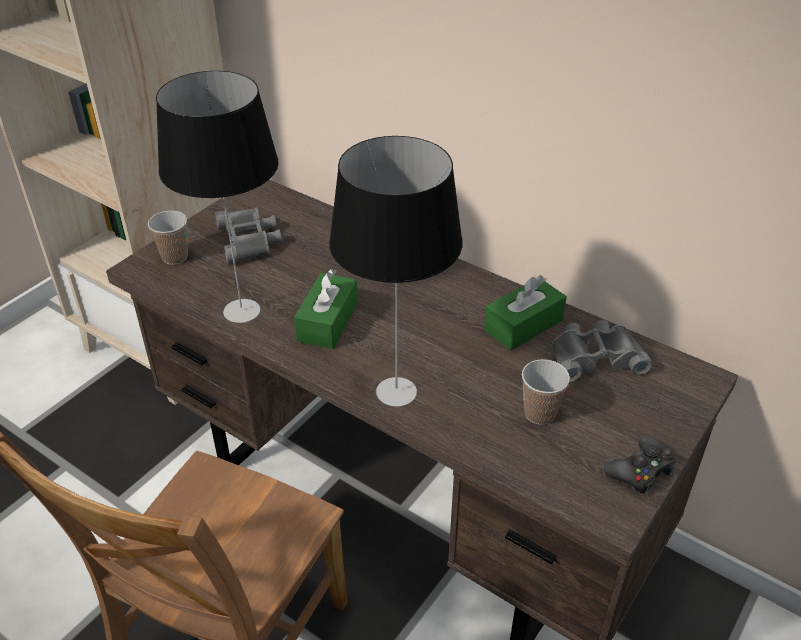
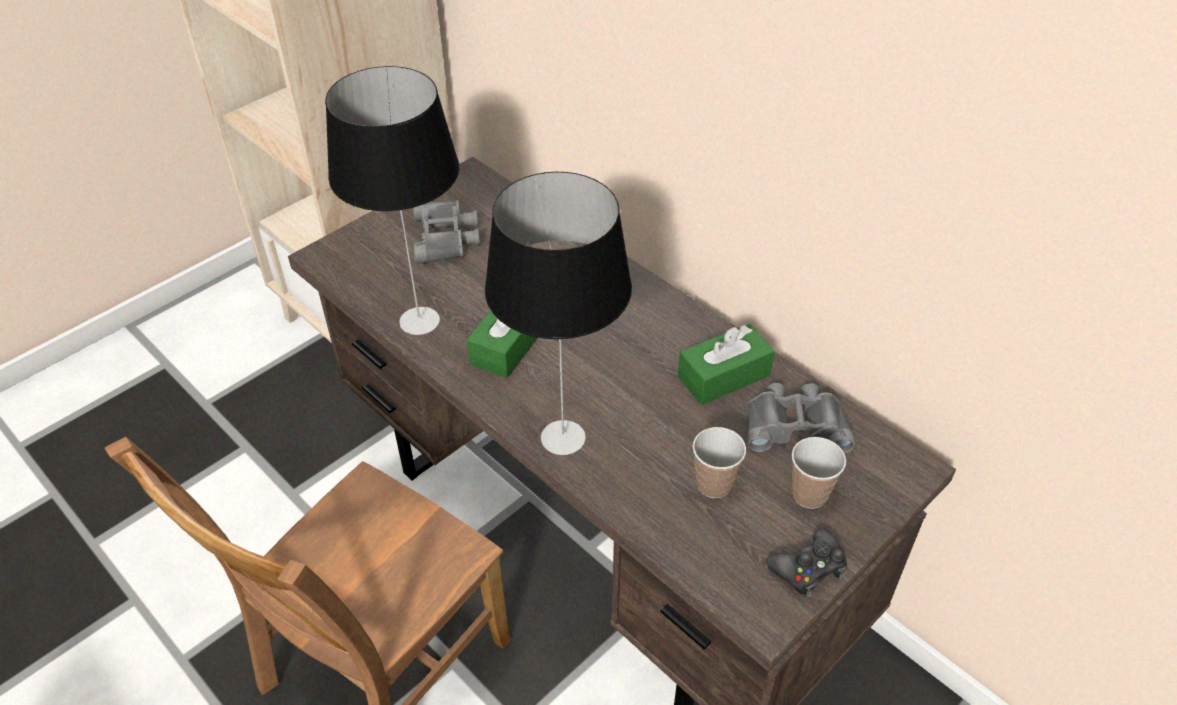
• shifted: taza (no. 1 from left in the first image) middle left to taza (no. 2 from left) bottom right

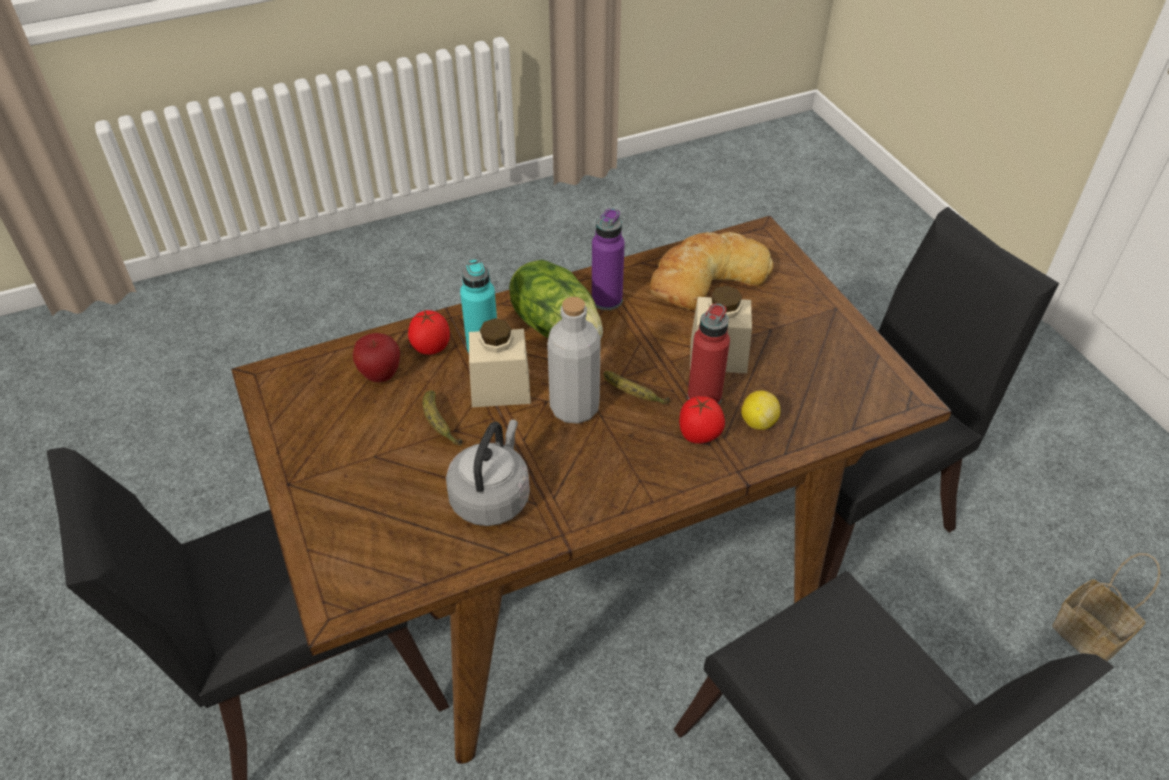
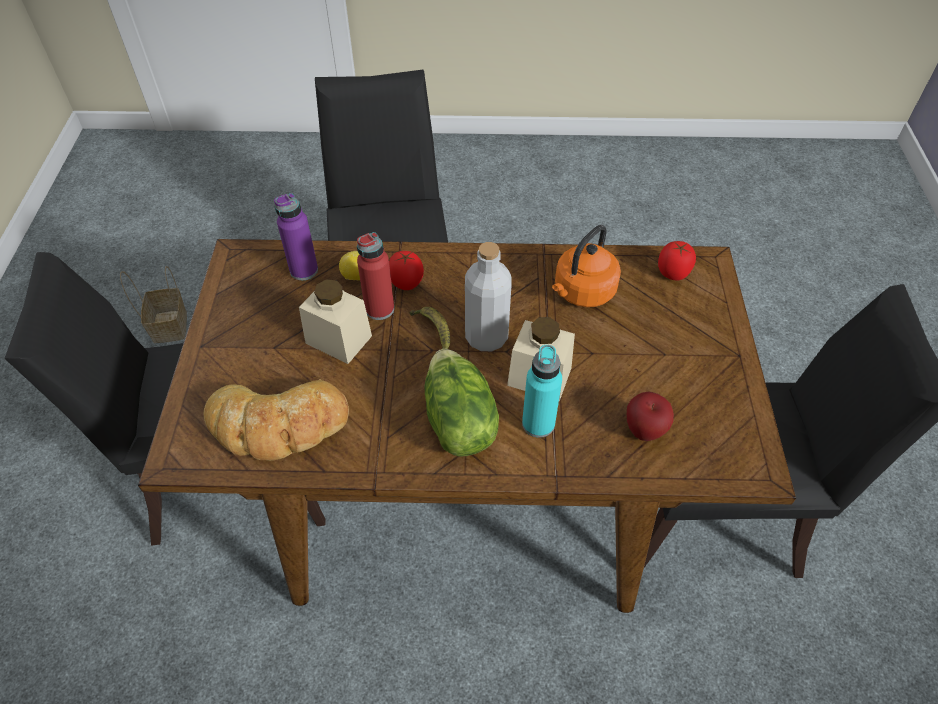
• gone: plátano (no. 1 from left) centre
• shifted: tomate (no. 1 from left in the first image) centre to tomate (no. 2 from left) middle right
• shifted: botella [morado] top centre to middle left
• repainted: hervidor [gris] centre to hervidor [naranja] centre

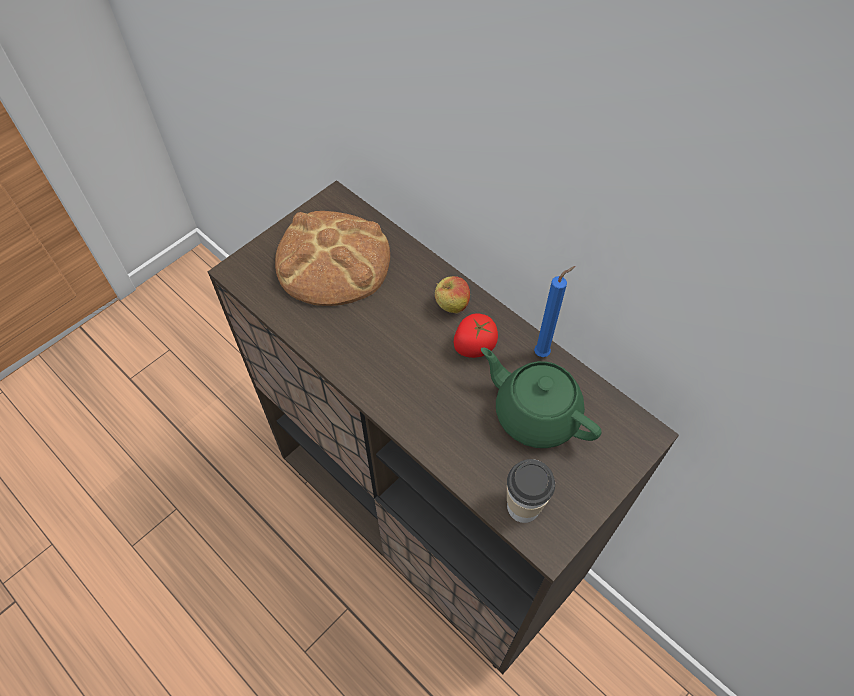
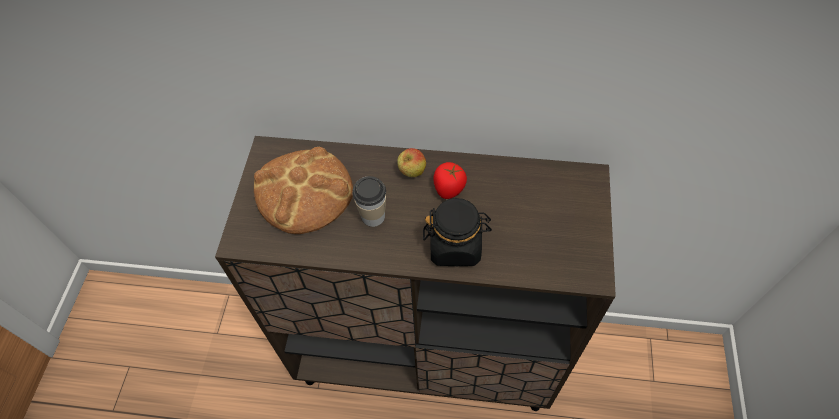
• gone: tetera [verde] centre
• gone: vela [azul] centre
• new: tarro [negro] centre
• shifted: taza bottom centre to centre

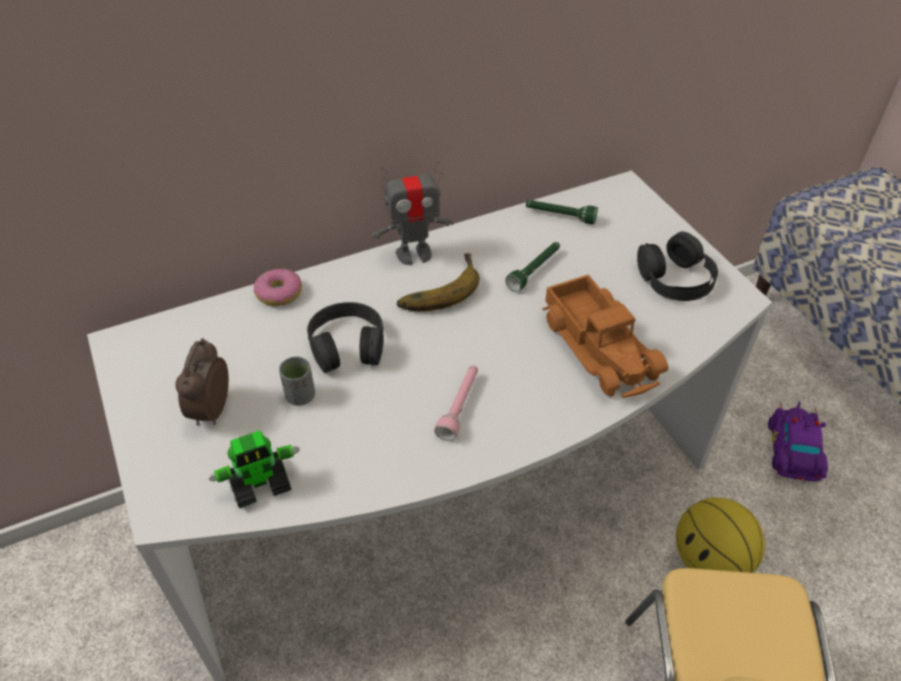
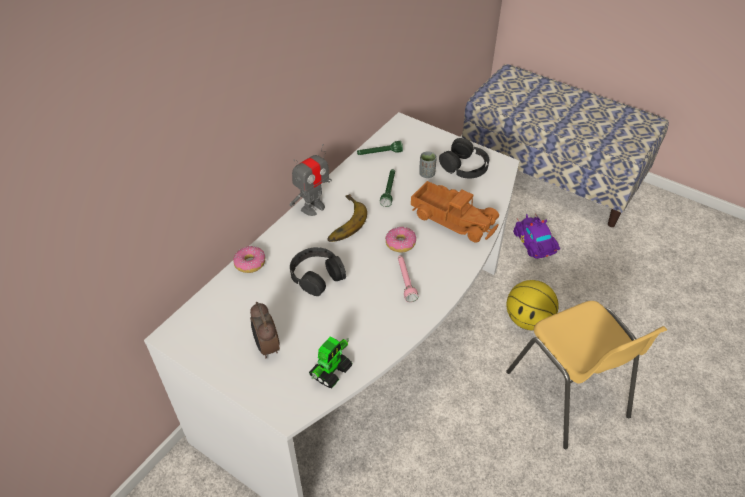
• new: rosquilla (no. 2 from left) centre
• shifted: taza [gris] middle left to top centre

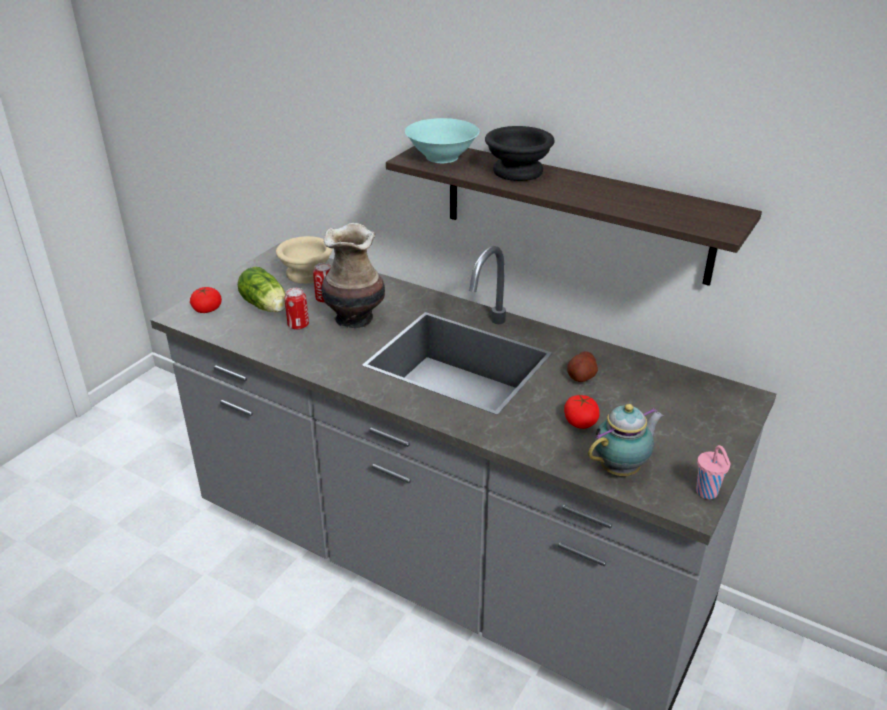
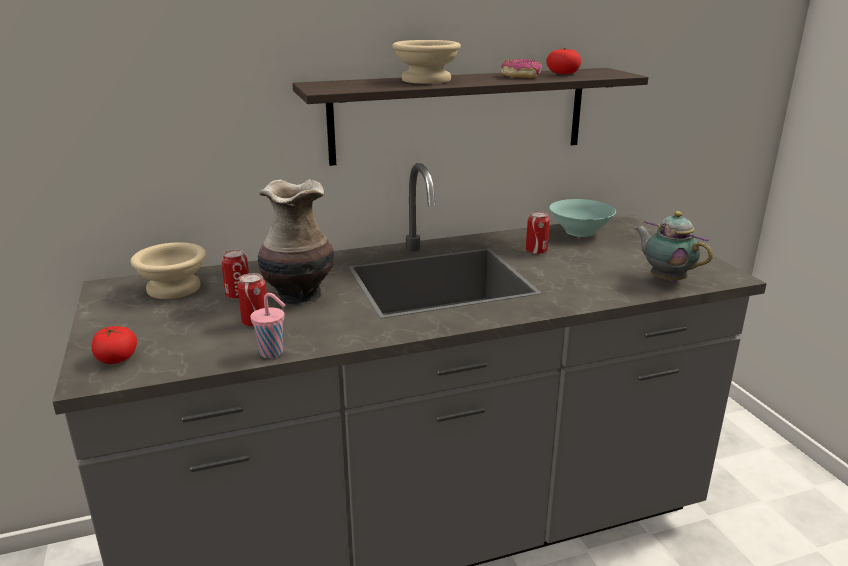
• gone: lechuga middle left
• new: rosquilla top centre
• shifted: cuenco [turquesa] top centre to middle right
• shifted: tomate (no. 2 from left) centre to top centre
• shifted: taza [rosa] middle right to middle left
• swapped: patata centre to lata (no. 3 from left) centre
• repainted: cuenco [negro] top centre to cuenco [beis] (no. 2 from left) top centre
• rotated: tetera middle right = middle right 45 degrees counterclockwise

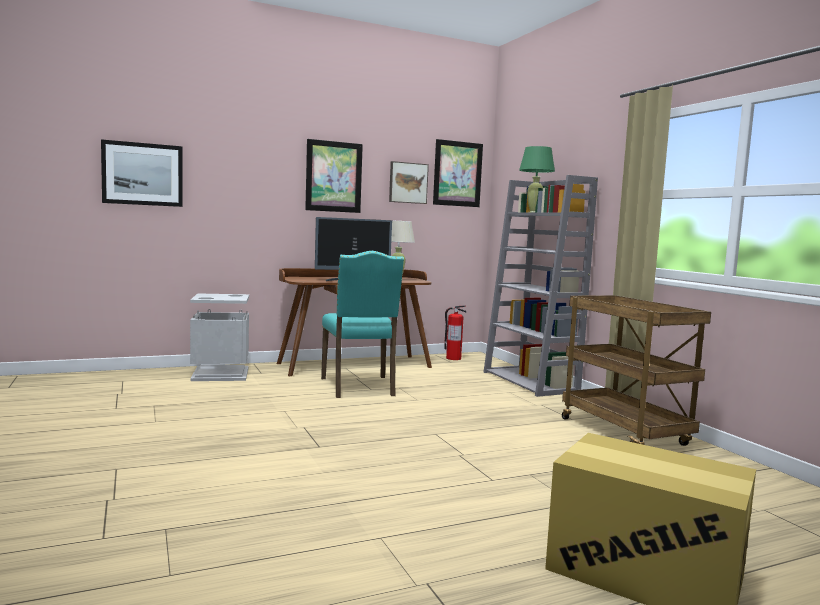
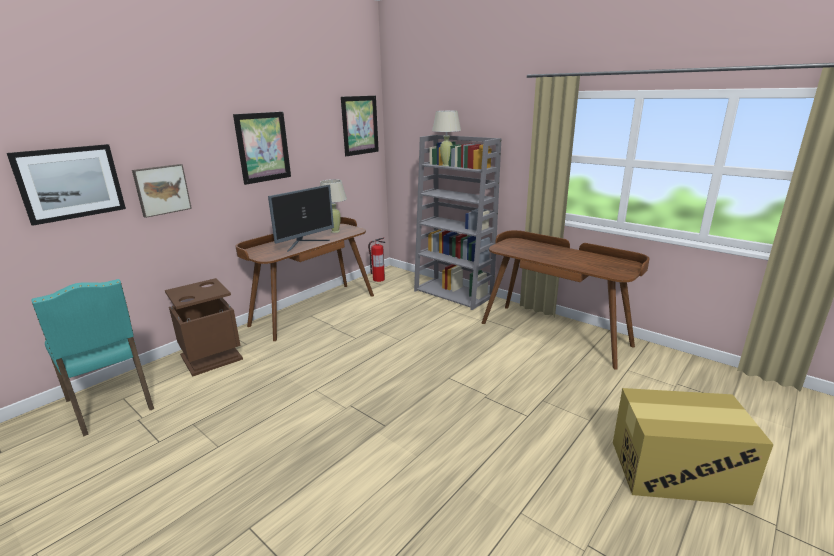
• shifted: silla [turquesa] centre to middle left
• shifted: cuadro (no. 3 from left in the first image) top centre to cuadro (no. 2 from left) middle left
• swapped: carrito [marrón] middle right to escritorio [marrón] (no. 2 from left) middle right
• repainted: papelera [gris] middle left to papelera [marrón] middle left
• repainted: lámpara de mesa [verde] top centre to lámpara de mesa [beis] (no. 2 from left) top centre

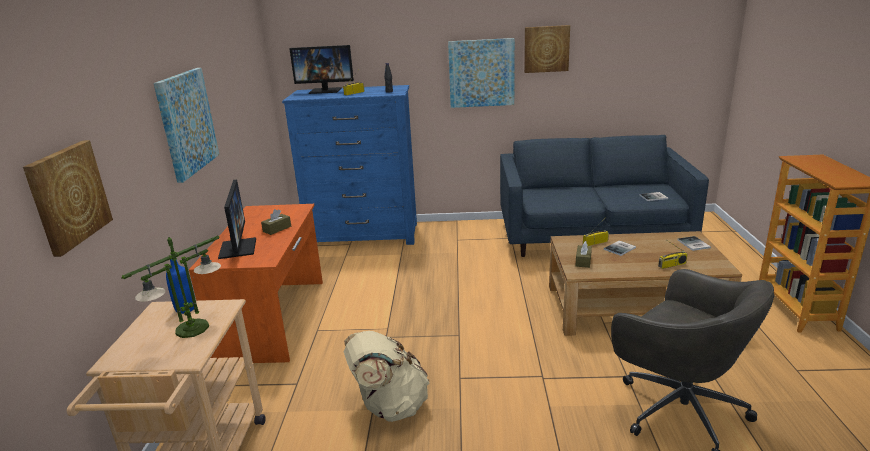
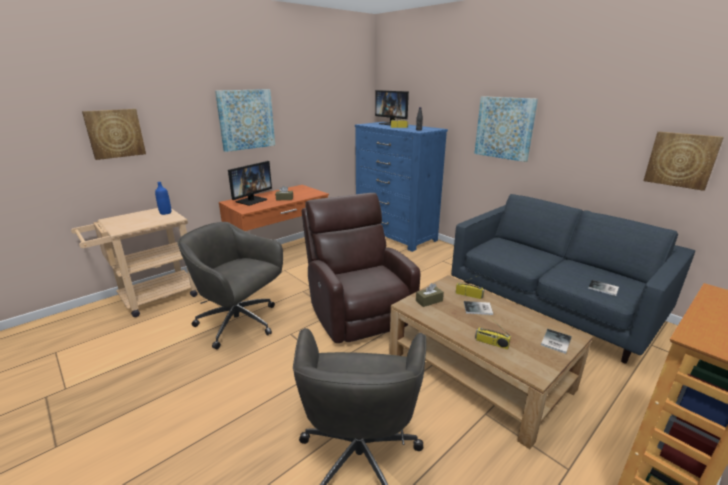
• gone: lámpara de mesa middle left
• new: sillón [marrón] centre
• shifted: cuadro (no. 4 from left) top centre to top right
• swapped: mochila [beis] bottom centre to silla de oficina [gris] (no. 1 from left) middle left

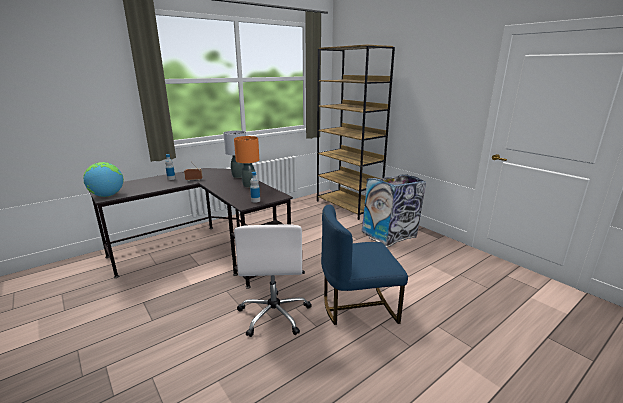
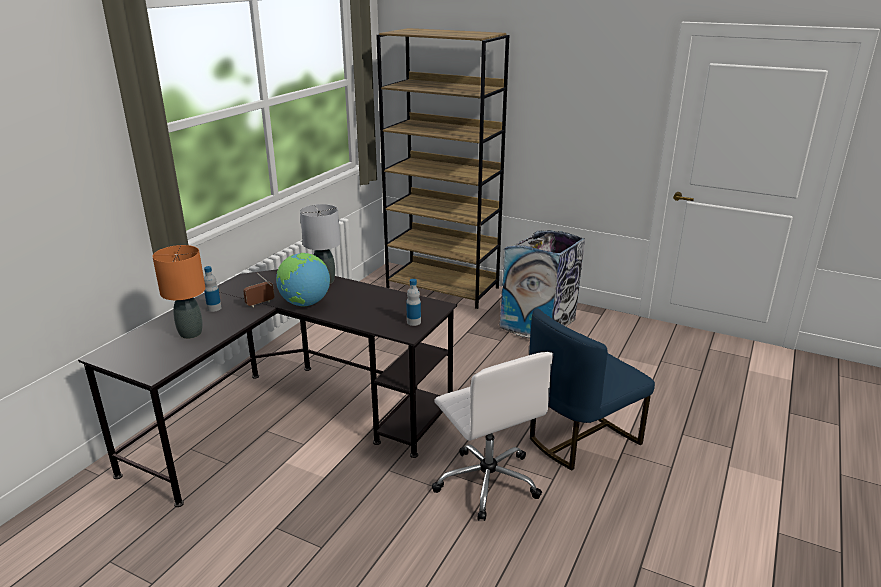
• shifted: globo terráqueo middle left to centre
• shifted: lámpara de mesa [naranja] centre to middle left

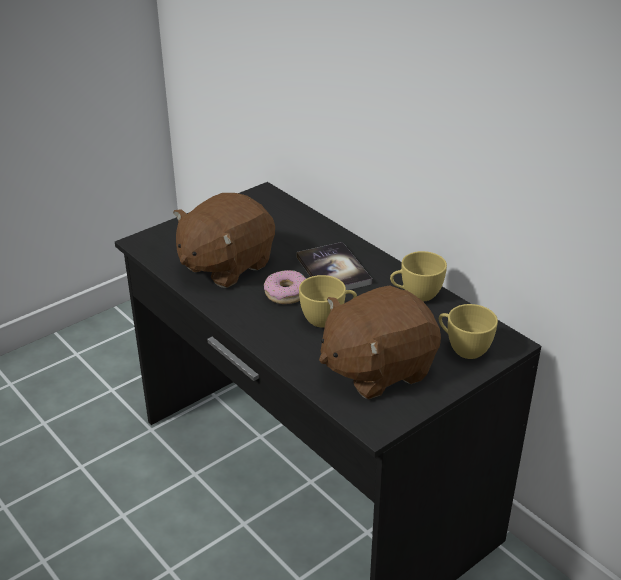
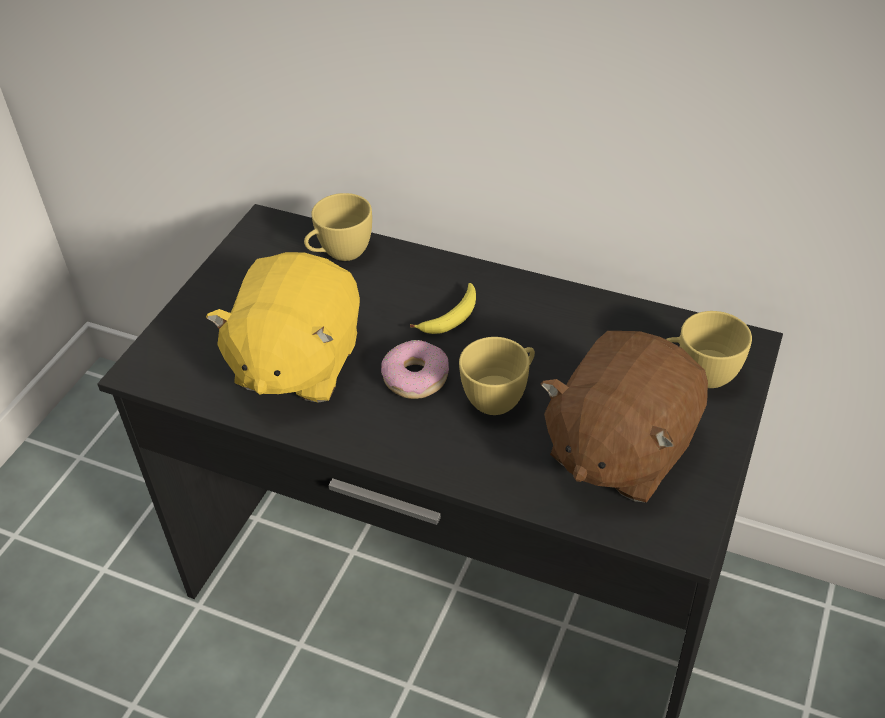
• shifted: taza [amarillo] (no. 2 from left in the first image) middle right to taza [amarillo] (no. 1 from left) top centre
• swapped: libro centre to plátano centre
• repainted: peluche [marrón] (no. 1 from left) centre to peluche [amarillo] middle left

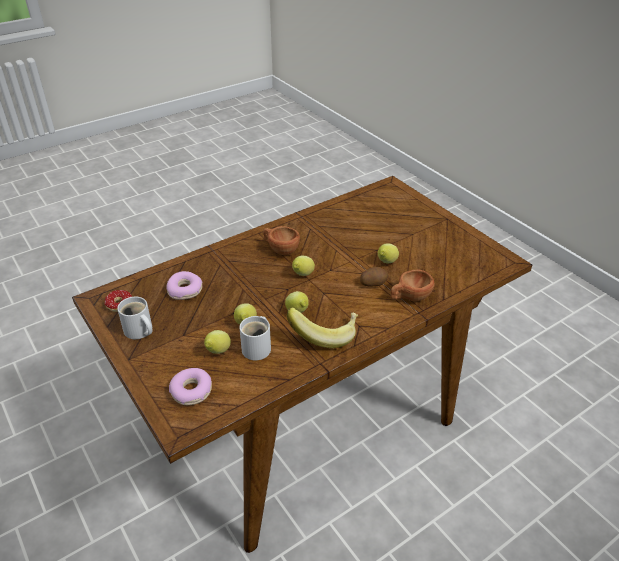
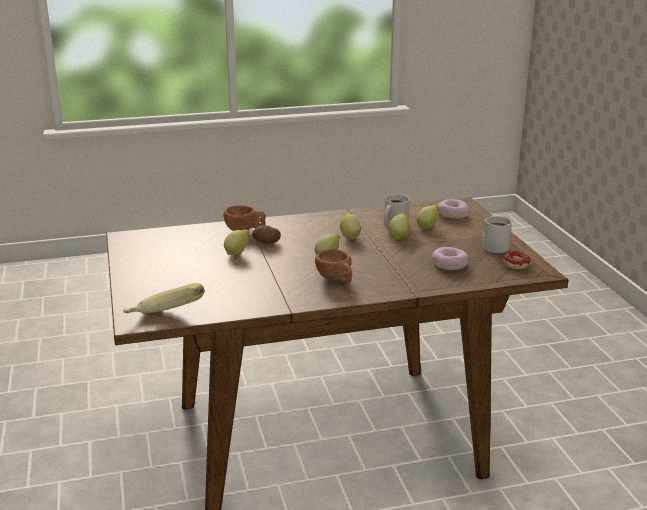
• shifted: plátano centre to middle left

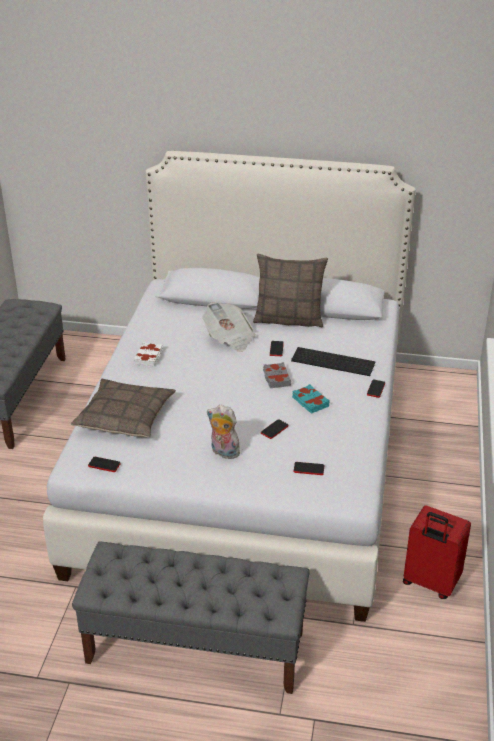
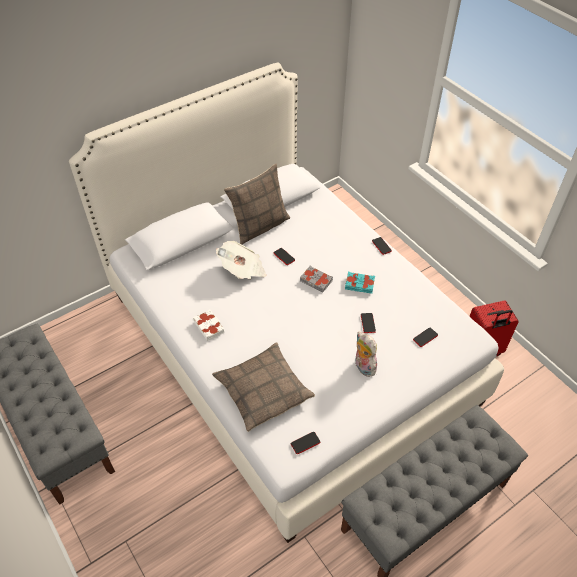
• gone: teclado middle right
• rotated: peluche centre = centre 75 degrees clockwise

